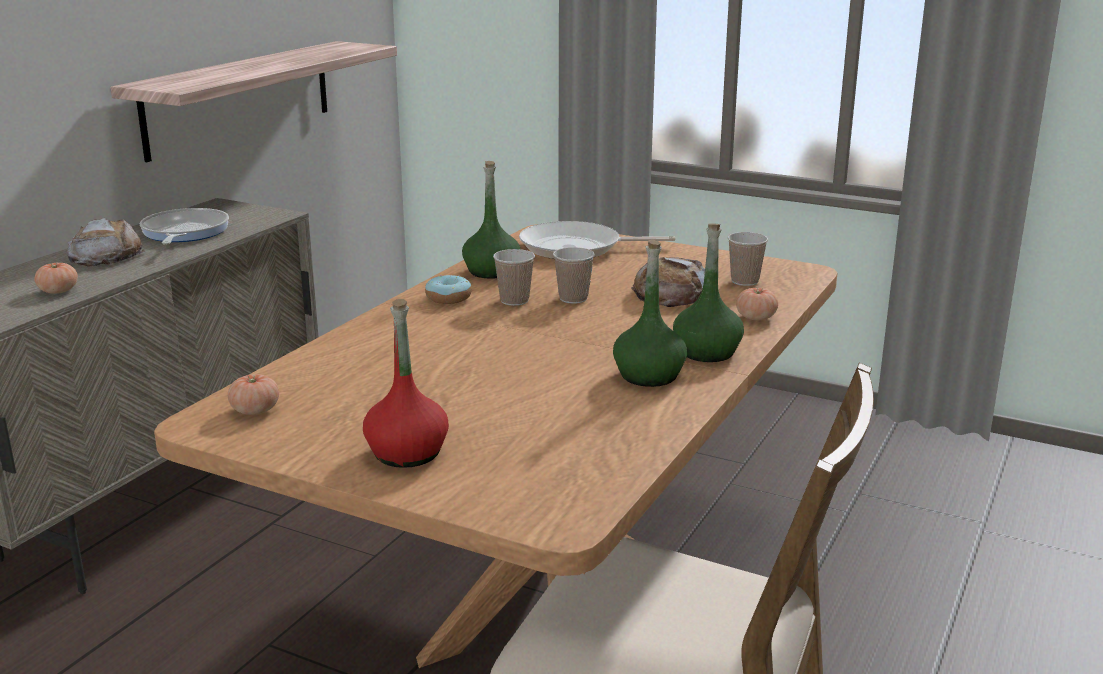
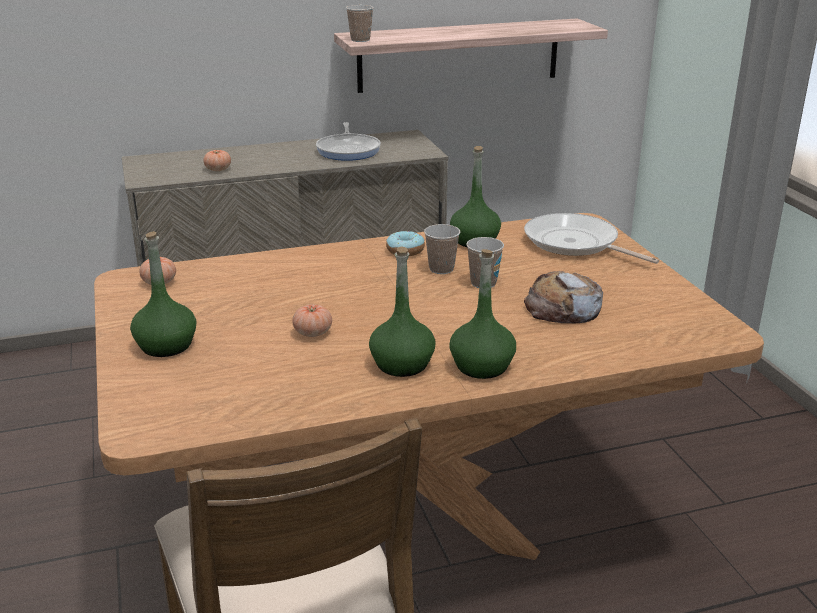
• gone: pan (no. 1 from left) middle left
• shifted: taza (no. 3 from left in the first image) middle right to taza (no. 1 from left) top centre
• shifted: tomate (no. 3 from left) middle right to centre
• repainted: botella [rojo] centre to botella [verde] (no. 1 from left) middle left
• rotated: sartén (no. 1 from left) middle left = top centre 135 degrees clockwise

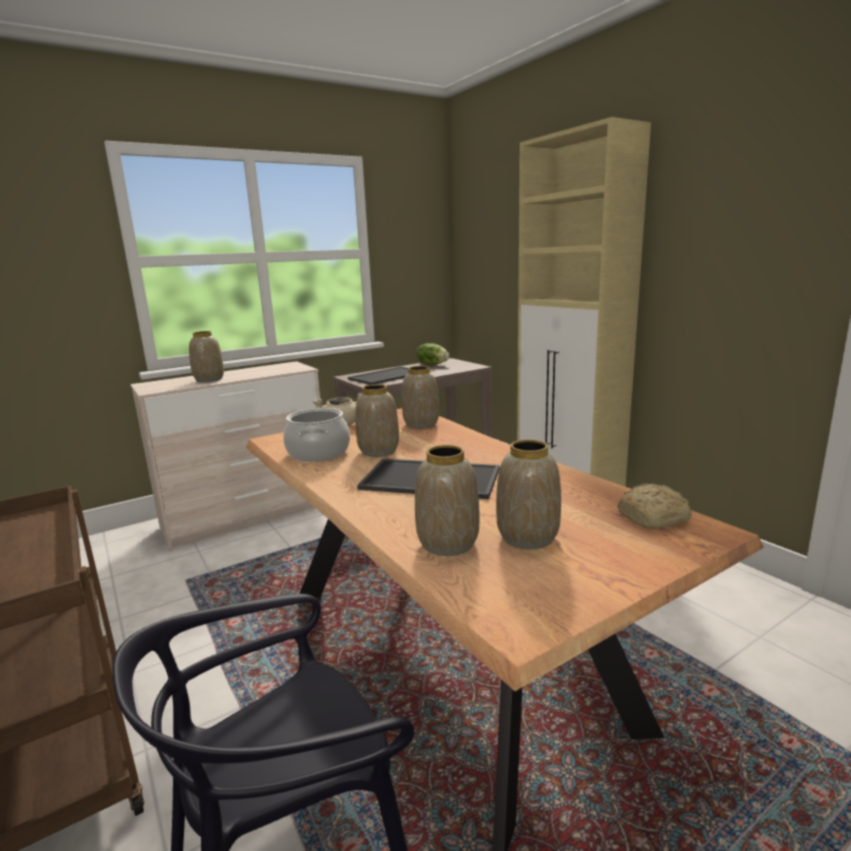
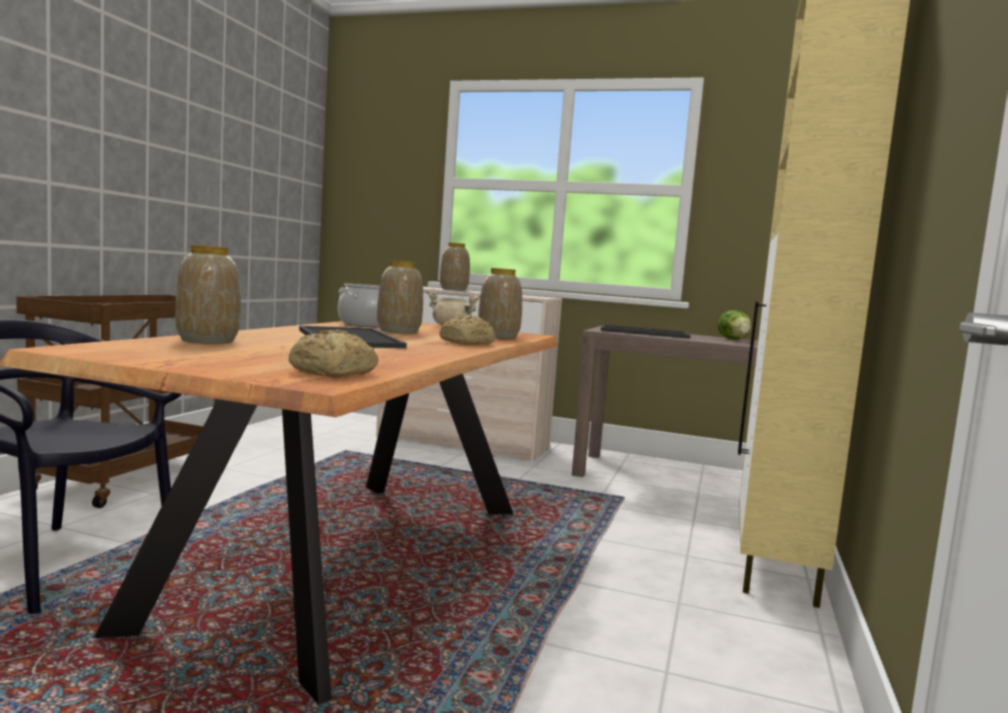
• gone: florero (no. 5 from left) centre
• new: pan (no. 2 from left) centre

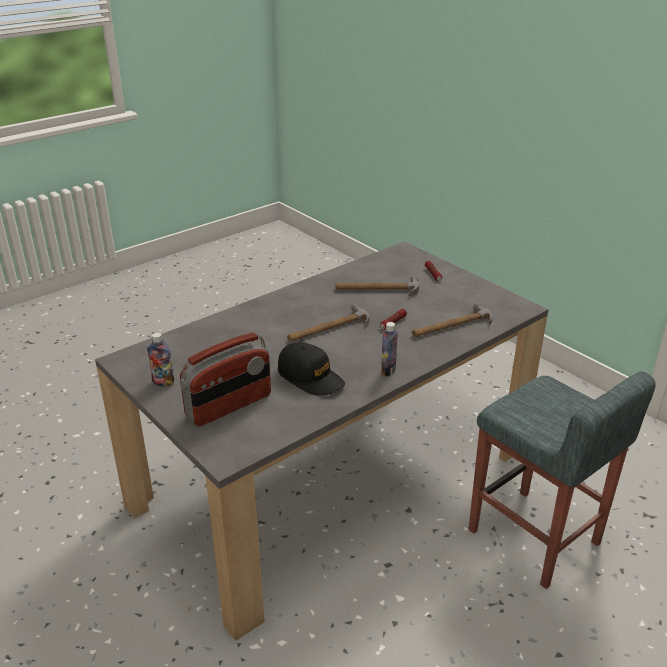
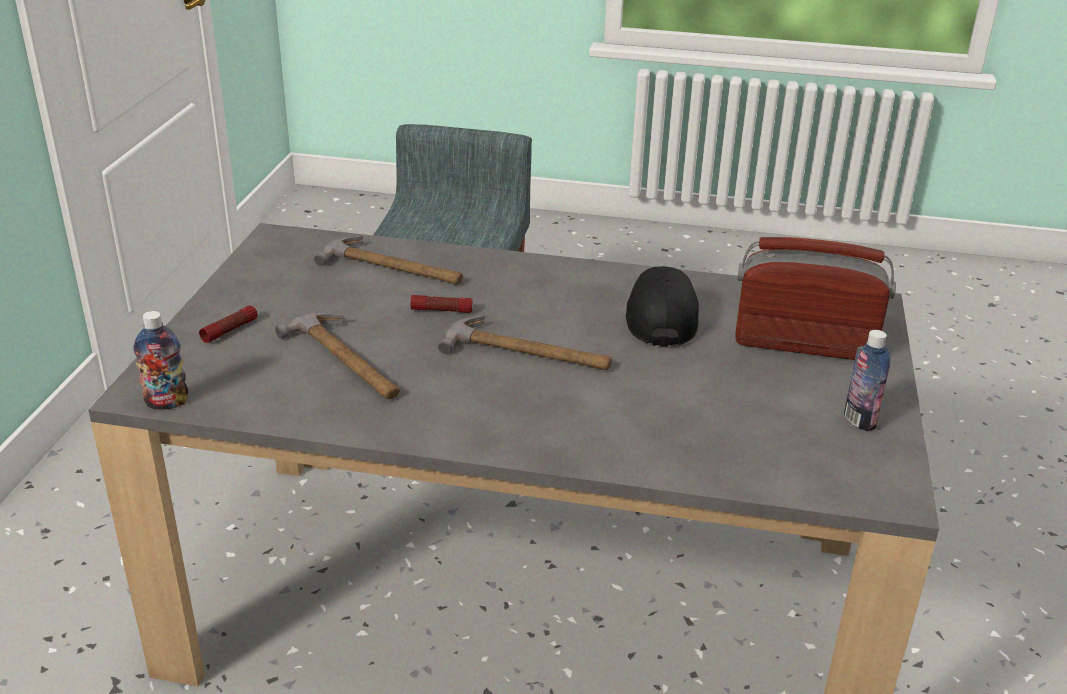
• shifted: botella (no. 2 from left in the first image) centre to botella (no. 1 from left) middle left

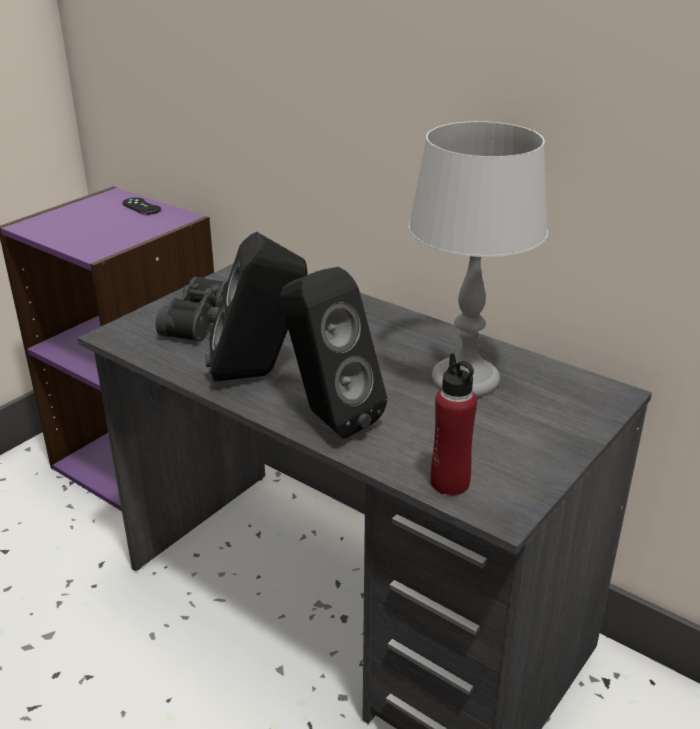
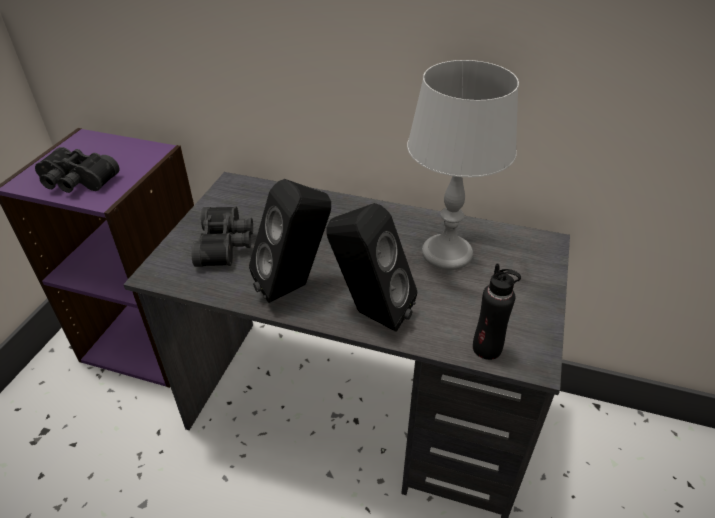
• gone: mando de consola [negro] top left
• new: prismáticos [negro] (no. 1 from left) top left
• repainted: botella [rojo] centre to botella [negro] middle right

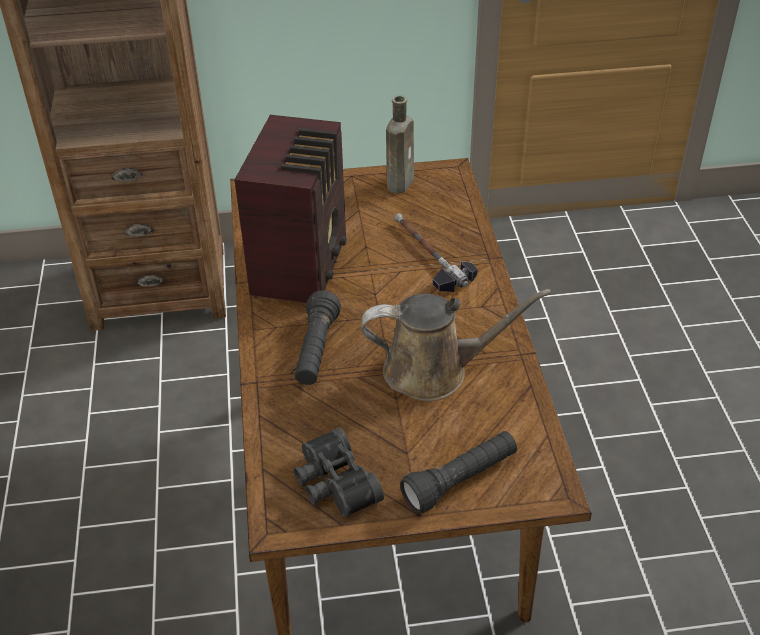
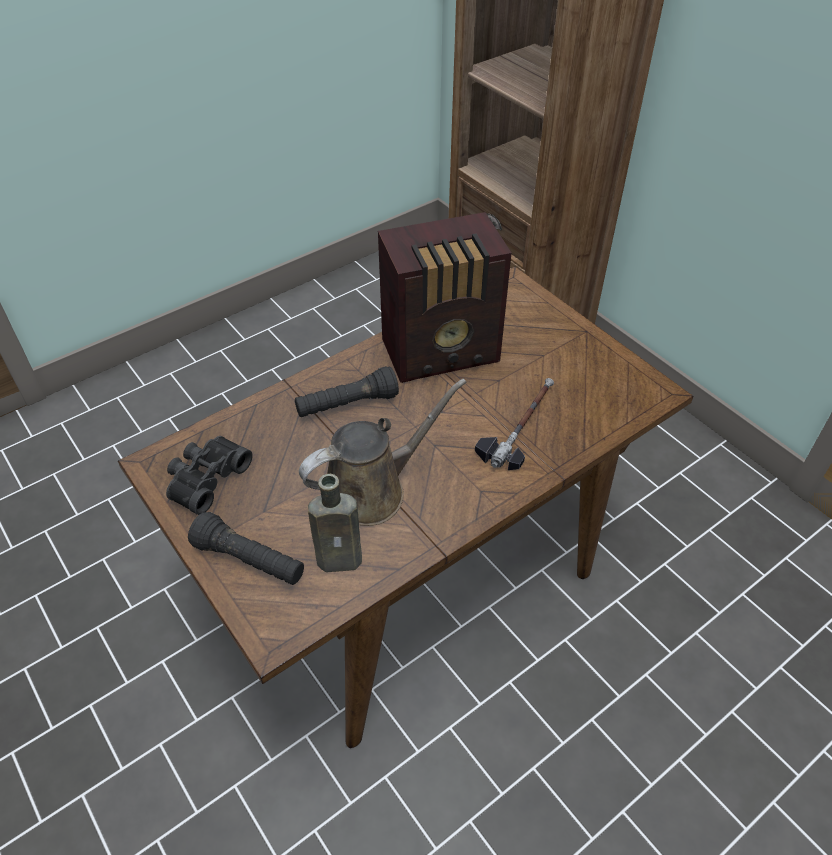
• shifted: botella [marrón] top centre to centre
• rotated: regadera [marrón] centre = centre 90 degrees counterclockwise

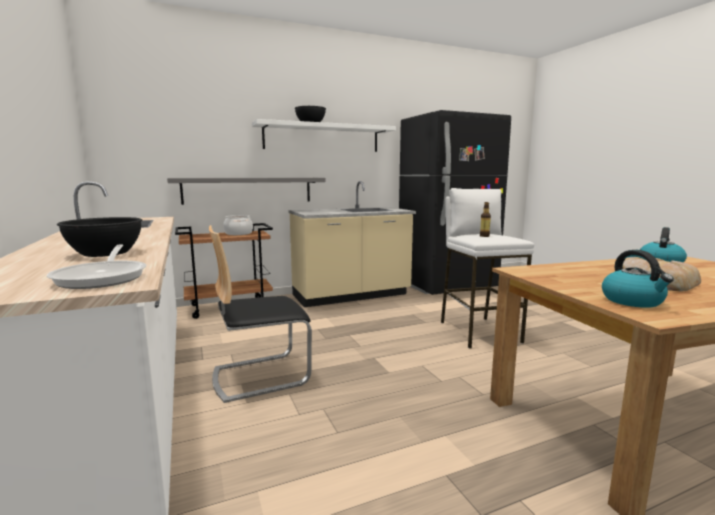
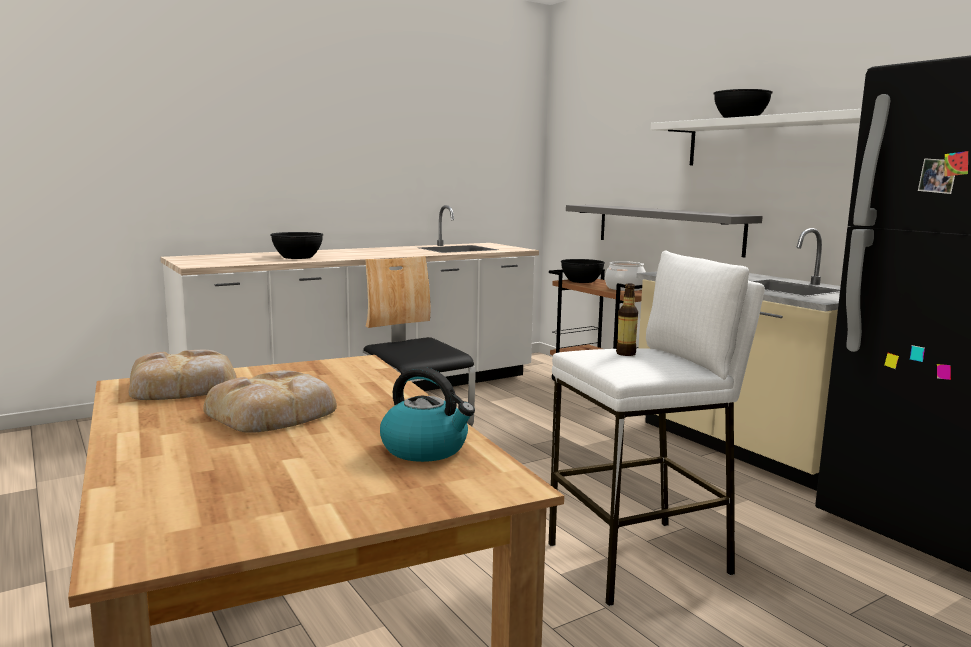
• gone: sartén middle left
• new: cuenco [negro] (no. 2 from left) centre
• swapped: hervidor (no. 1 from left) middle right to pan (no. 1 from left) middle left

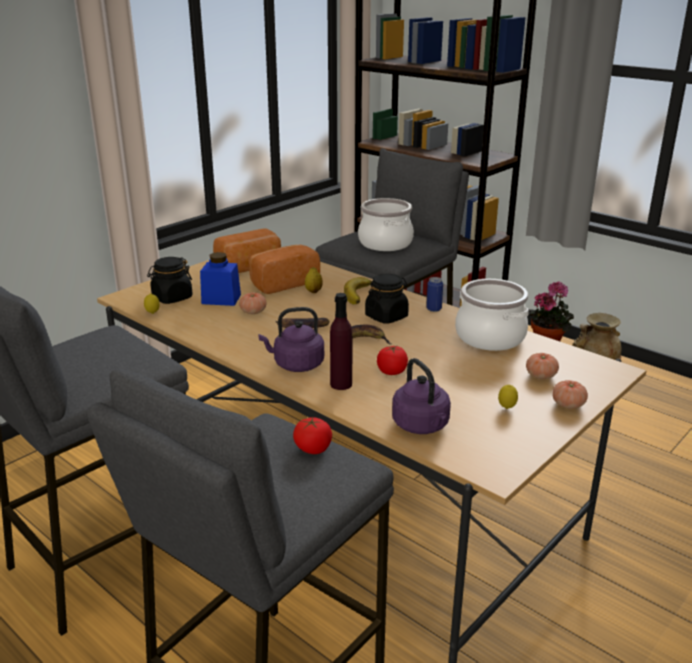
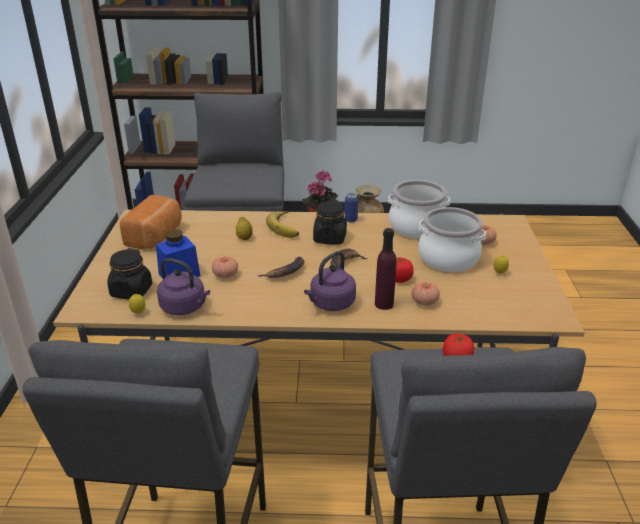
• gone: pan (no. 2 from left) centre
• shifted: olla (no. 1 from left in the first image) centre to olla (no. 2 from left) middle right
• shifted: hervidor [morado] (no. 2 from left in the first image) centre to hervidor [morado] (no. 1 from left) middle left
• shifted: tomate (no. 5 from left in the first image) middle right to tomate (no. 3 from left) centre

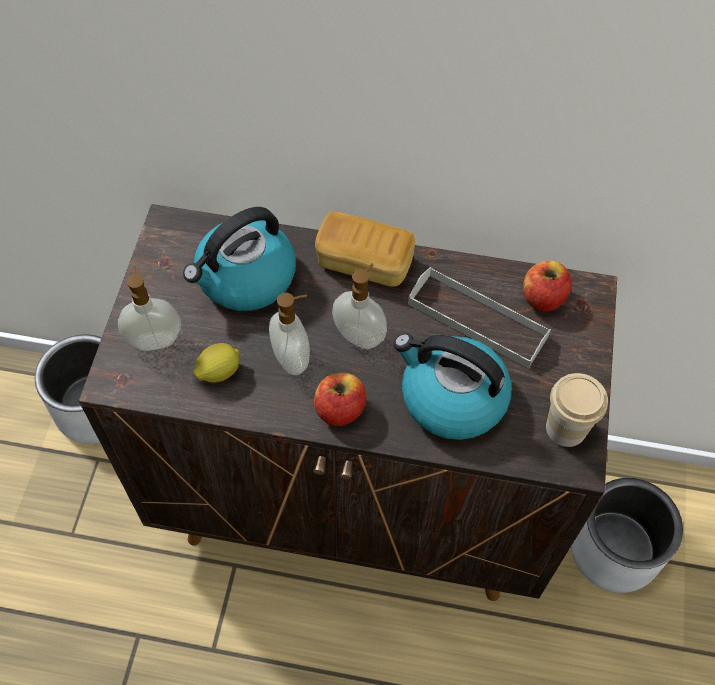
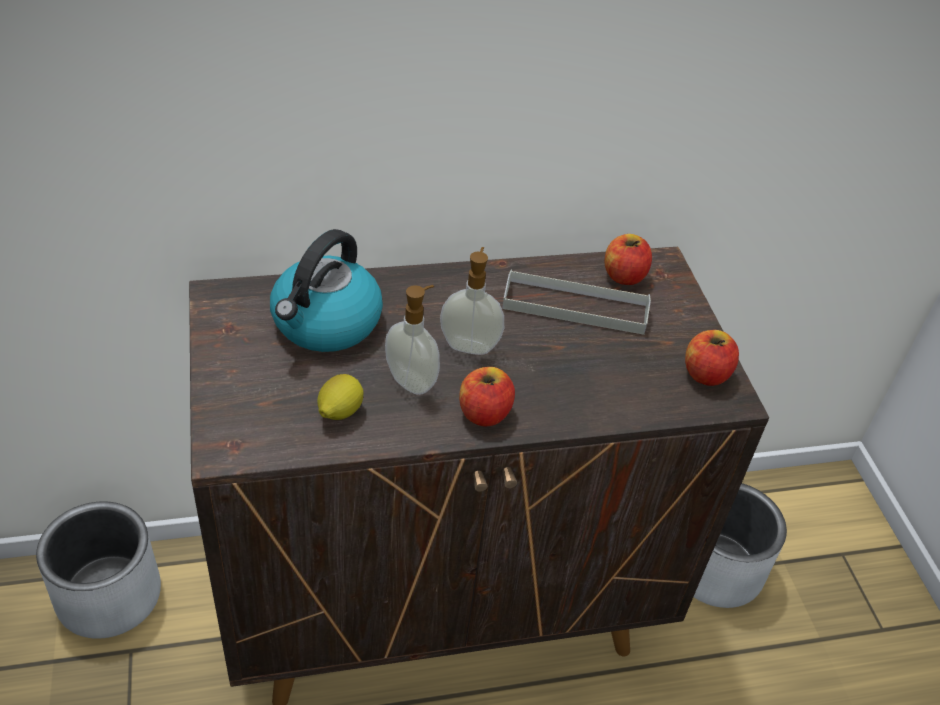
• gone: dispensador de jabón (no. 1 from left) middle left
• gone: pan centre
• gone: hervidor (no. 2 from left) centre
• swapped: taza middle right to manzana (no. 3 from left) middle right

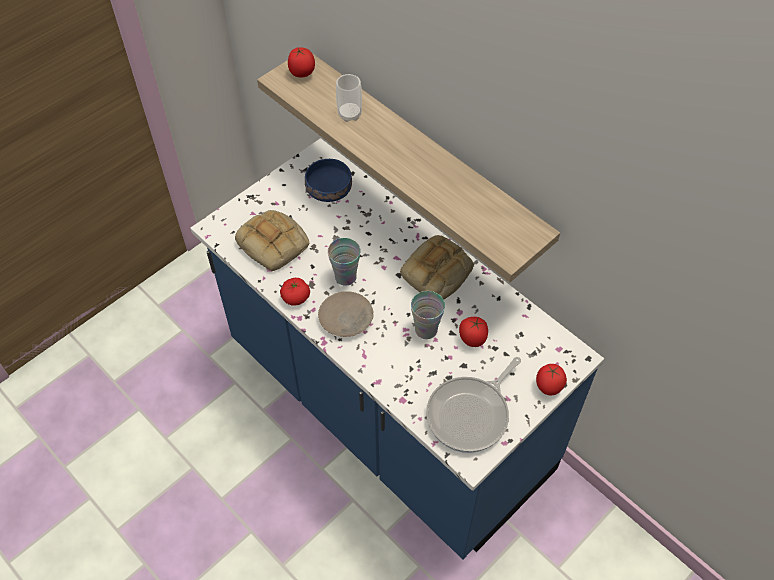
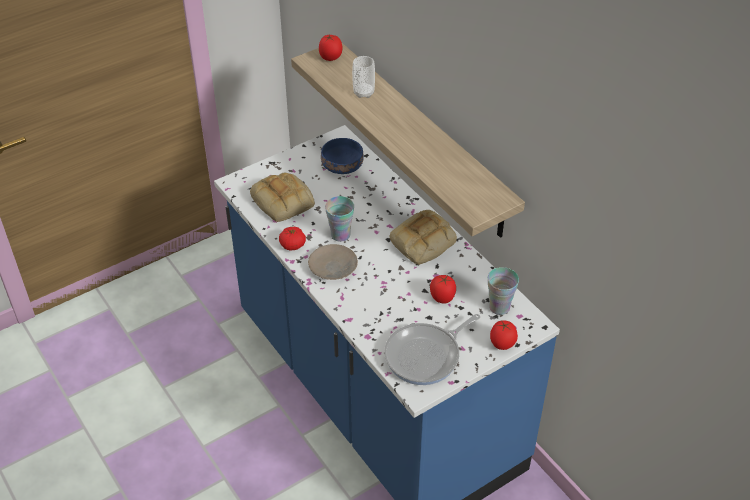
• shifted: taza (no. 3 from left) centre to middle right

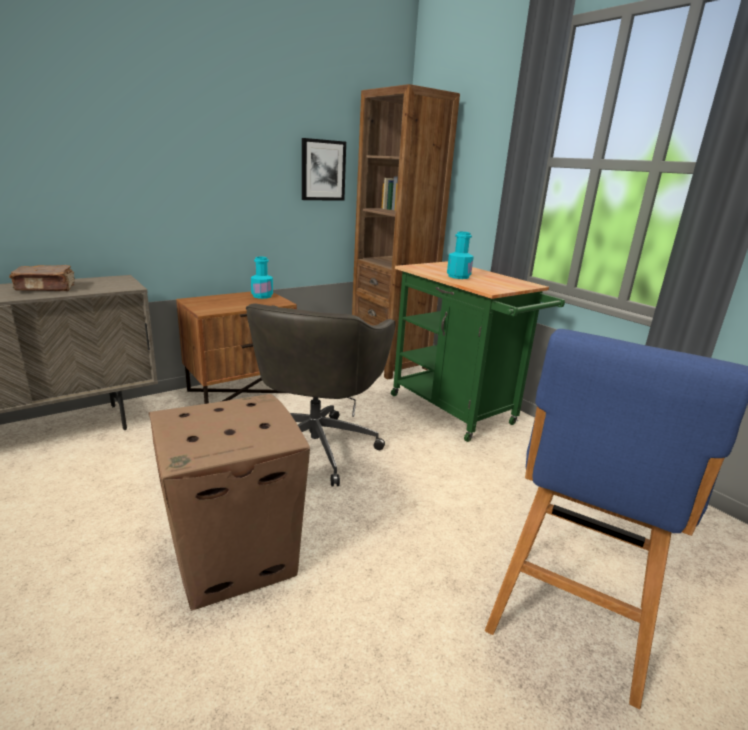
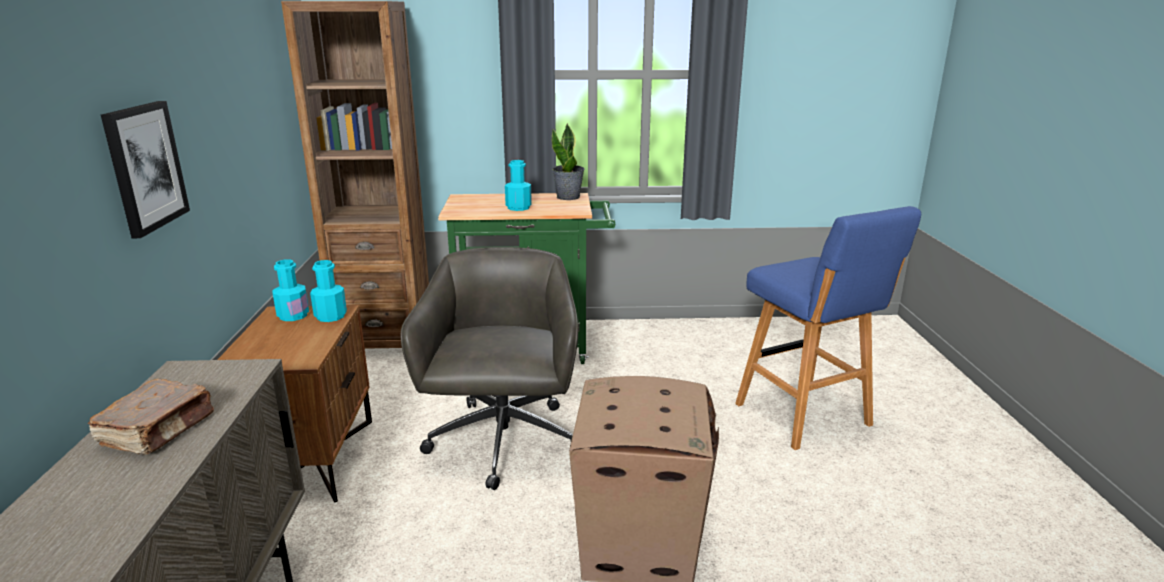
• new: botella [turquesa] (no. 2 from left) middle left
• new: planta en maceta top centre
• shifted: cuadro top centre to top left
• rotated: silla de oficina [gris] centre = centre 135 degrees counterclockwise

